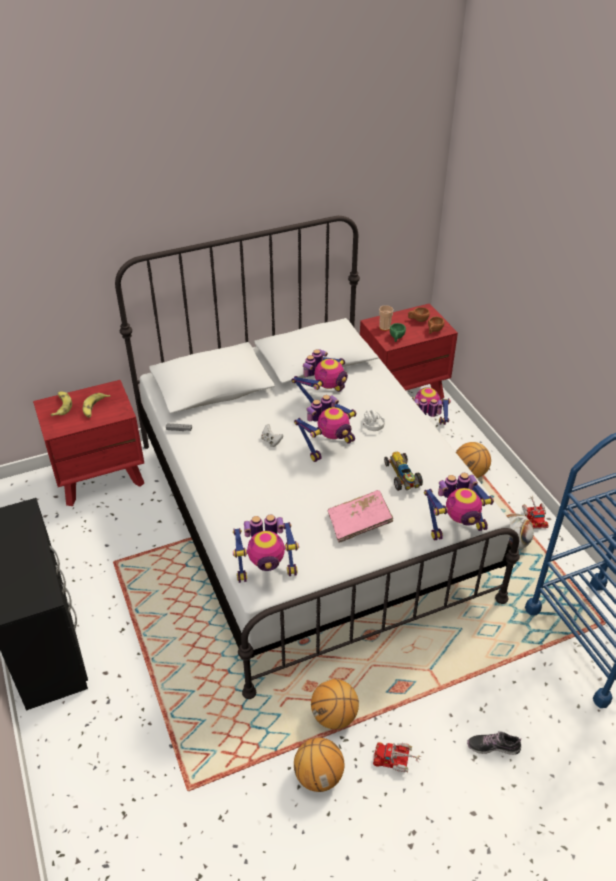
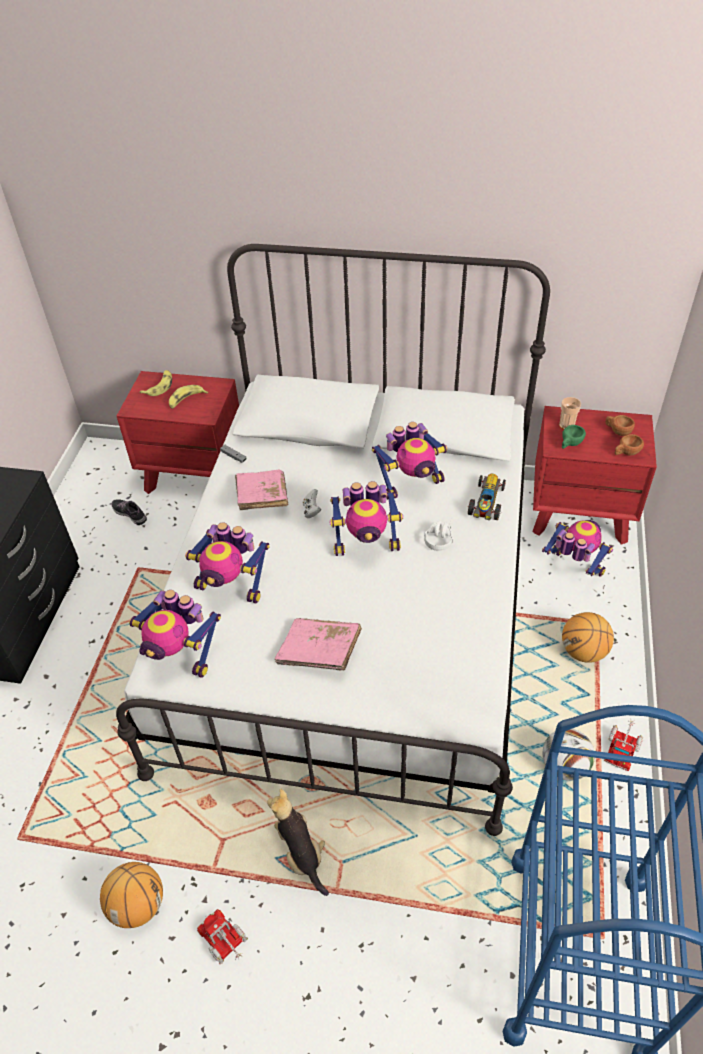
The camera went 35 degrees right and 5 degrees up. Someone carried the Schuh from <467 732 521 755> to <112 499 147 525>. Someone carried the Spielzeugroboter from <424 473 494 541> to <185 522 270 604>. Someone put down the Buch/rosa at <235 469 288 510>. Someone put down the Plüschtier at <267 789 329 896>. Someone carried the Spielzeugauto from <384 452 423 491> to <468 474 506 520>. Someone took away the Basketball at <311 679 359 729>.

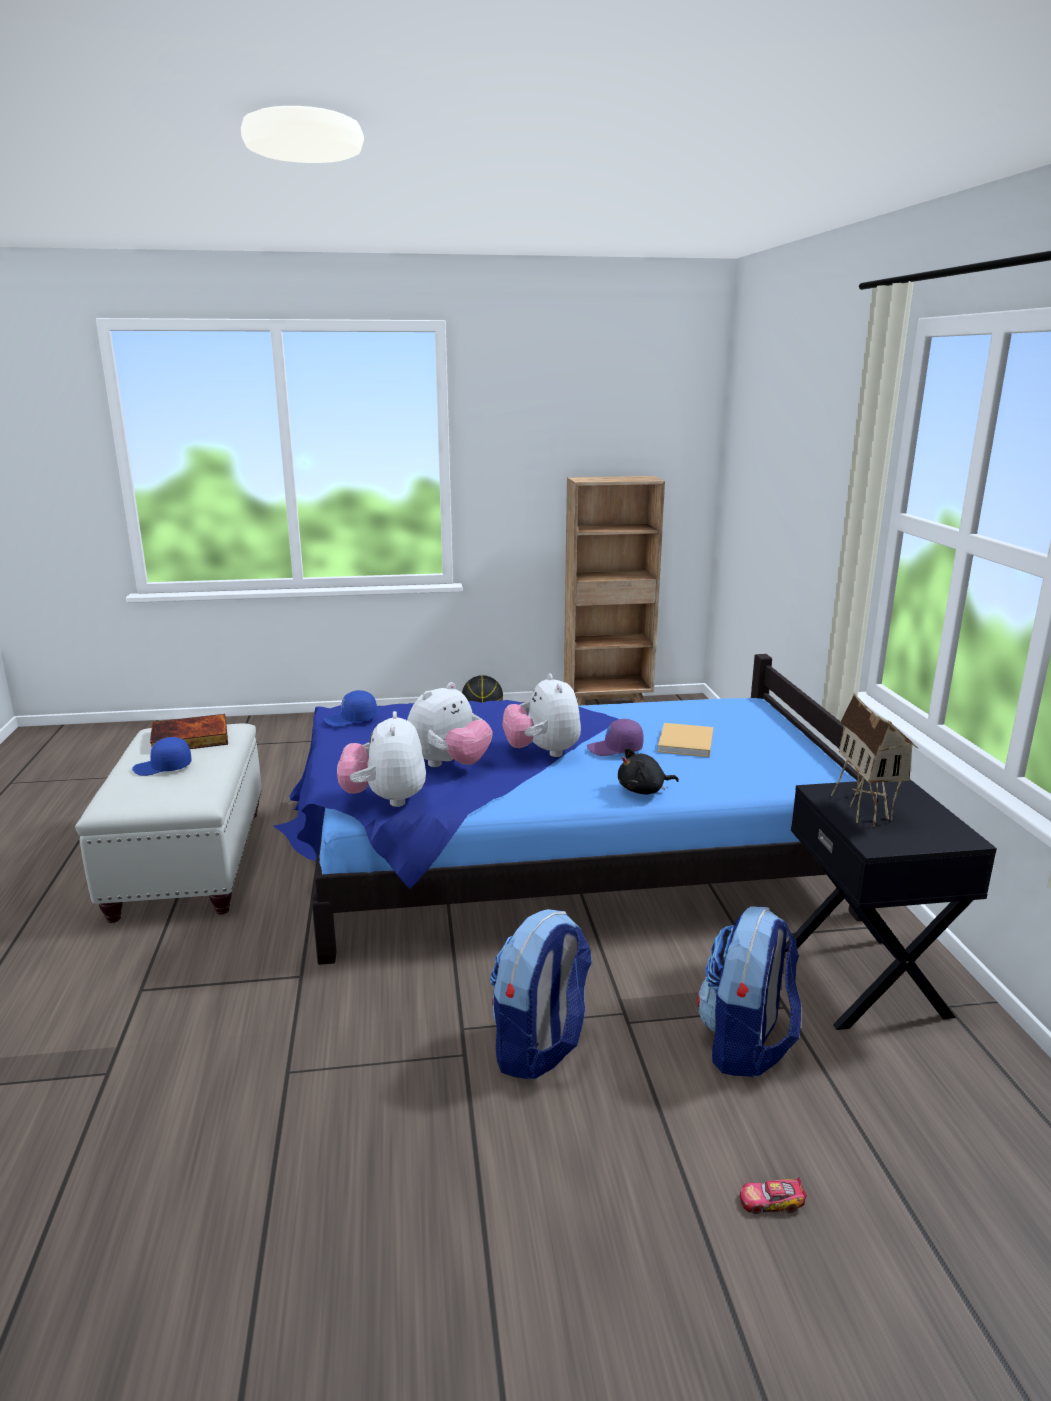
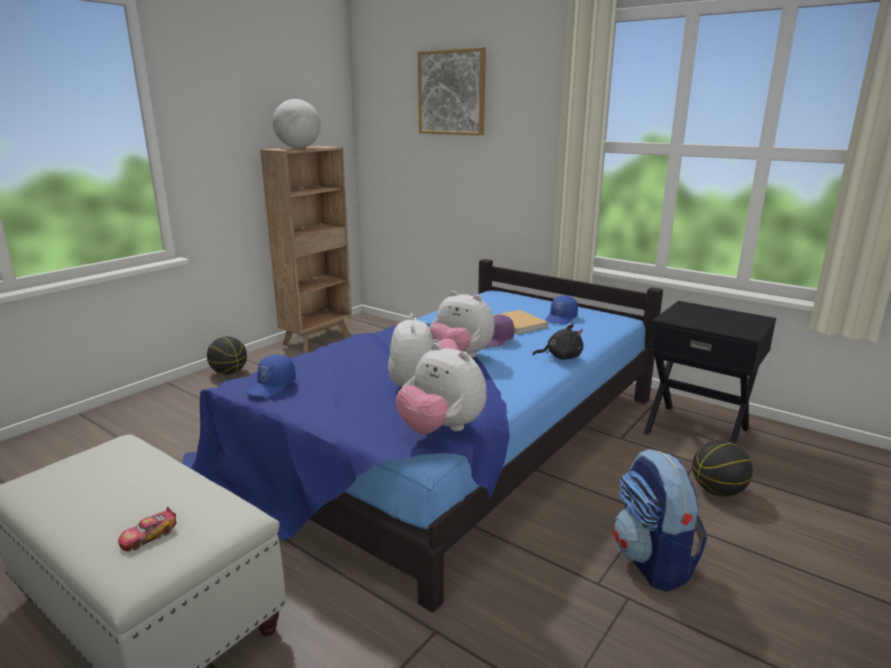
The camera went 45 degrees left and 0 degrees up. Someone carried the Spielzeugauto from <740 1177 807 1214> to <118 507 177 551>. Someone put down the Globus at <273 99 321 148>. Someone put up the Bild at <418 47 486 136>. Someone rotated the Plüschtier/schwarz at <618 748 679 794> by 120 degrees counterclockwise. Someone carried the Kappe/blau from <132 737 191 776> to <545 295 578 325>. Someone swapped the Rucksack at <697 906 801 1077> for the Basketball at <692 440 753 497>. Someone took away the Buch at <150 714 228 749>. Someone took away the Spielzeughaus at <831 692 918 827>.

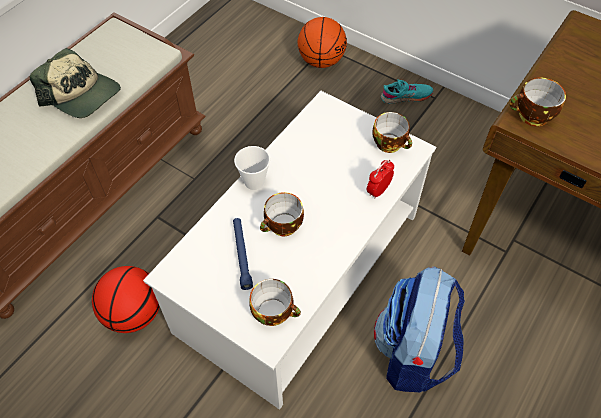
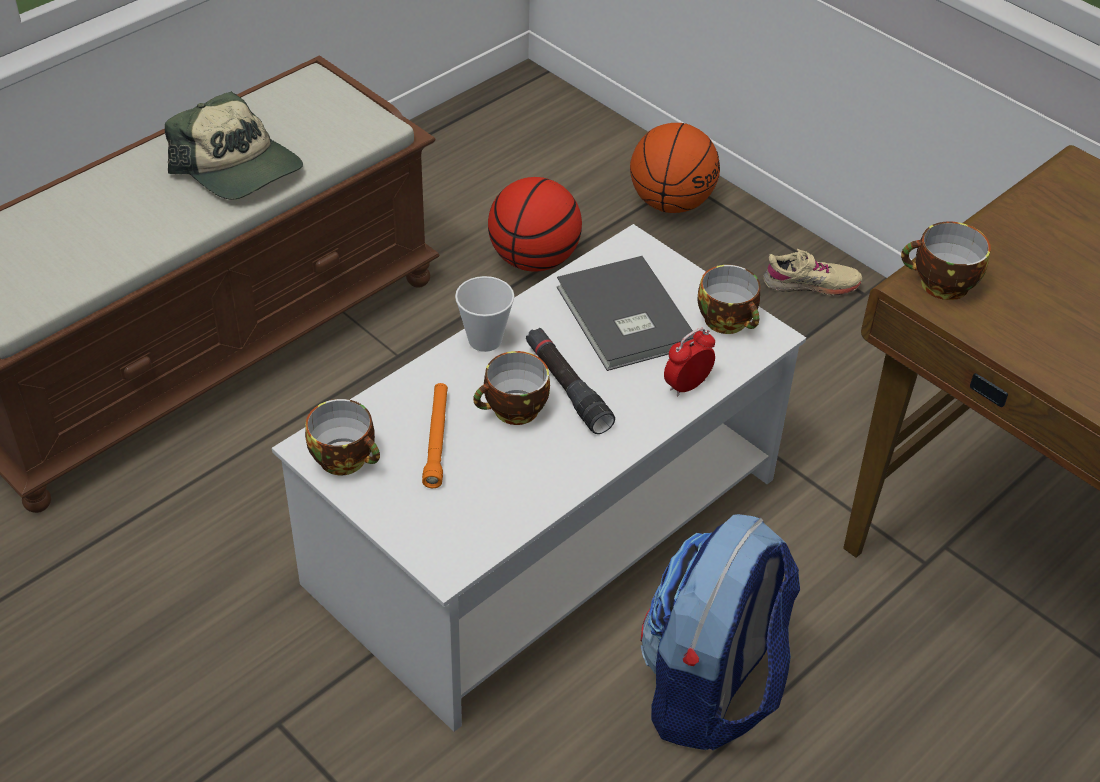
The camera went 10 degrees right and 10 degrees down. Someone carried the Tasse from <249 279 301 326> to <305 399 380 475>. Someone repainted the Taschenlampe/blau at <233 218 253 290>, which became the Taschenlampe/orange at <422 383 448 488>. Someone carried the Basketball from <92 266 160 333> to <488 177 582 272>. Someone put down the Taschenlampe/schwarz at <526 328 615 434>. Someone put down the Buch/grau at <557 256 695 371>. Someone repainted the Schuh/türkis at <381 79 433 104>, which became the Schuh/beige at <764 249 862 295>.

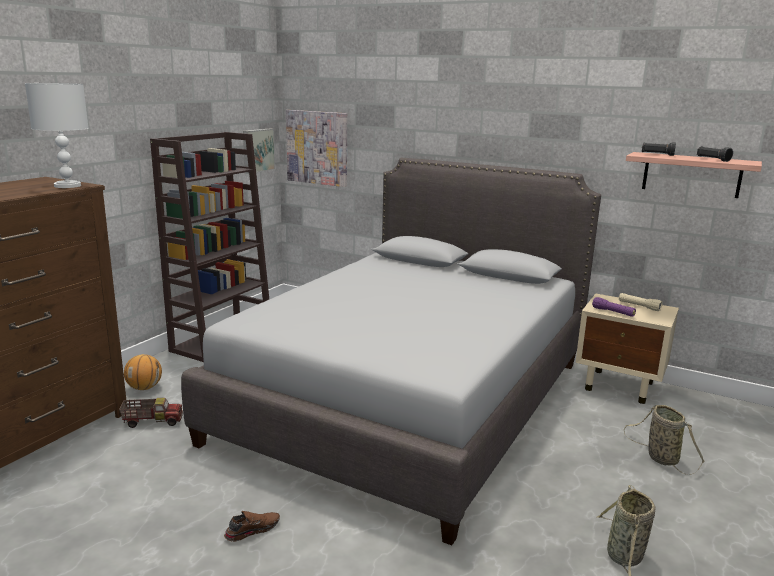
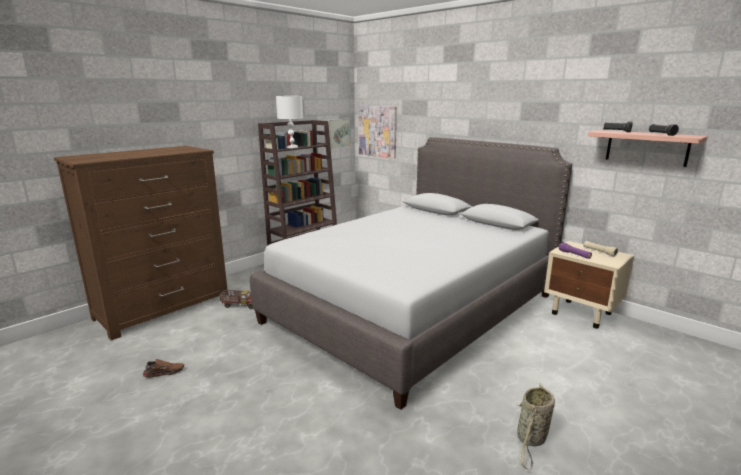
The camera went 15 degrees right and 0 degrees up. Someone carried the Schuh/braun from <224 511 280 542> to <143 359 184 378>. Someone carried the Tischlampe/weiß from <25 83 88 188> to <276 96 303 148>. Someone took away the Basketball at <124 354 162 390>. Someone took away the Korb at <624 405 704 475>.

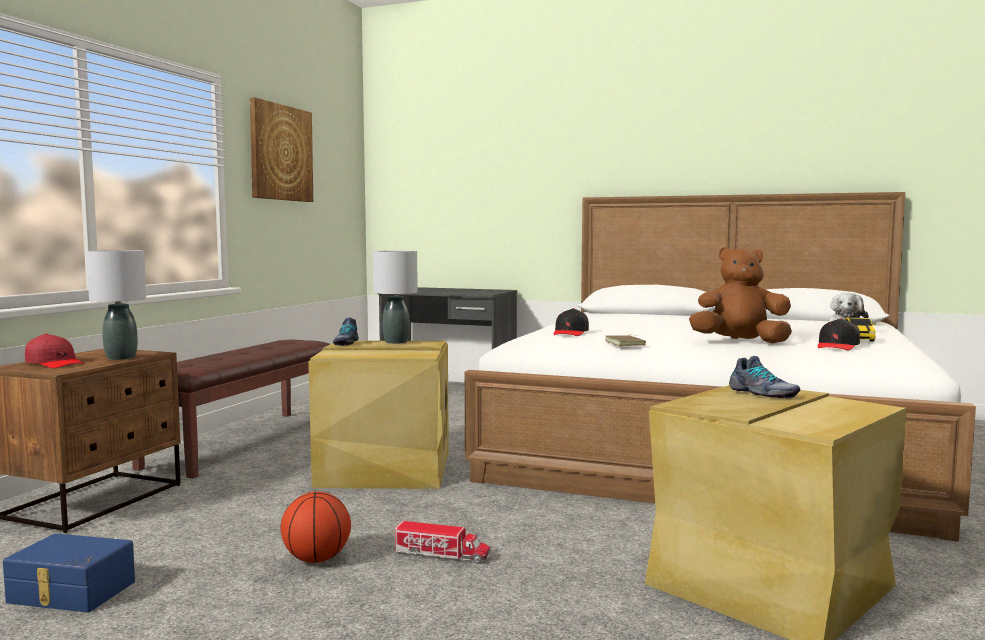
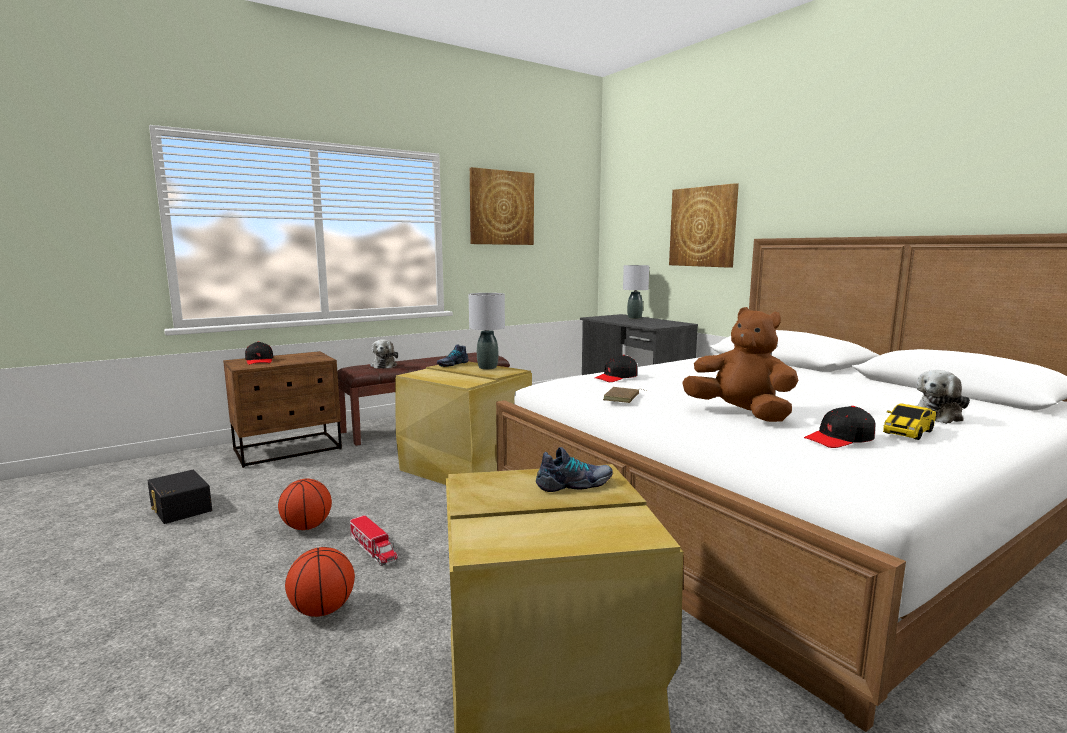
The camera went 35 degrees right and 5 degrees up. Someone repainted the Aufbewahrungsbox/blau at <3 533 135 613>, which became the Aufbewahrungsbox/schwarz at <148 470 212 524>. Someone repainted the Kappe/rot at <25 334 84 368>, which became the Kappe/schwarz at <245 341 273 365>. Someone put down the Basketball at <285 547 355 617>. Someone put down the Plüschtier at <371 339 398 369>. Someone rotated the Schuh at <729 356 800 398> by 105 degrees counterclockwise. Someone carried the Tischlampe/grau from <86 250 146 360> to <623 265 649 319>. Someone put up the Bild at <669 183 739 268>.

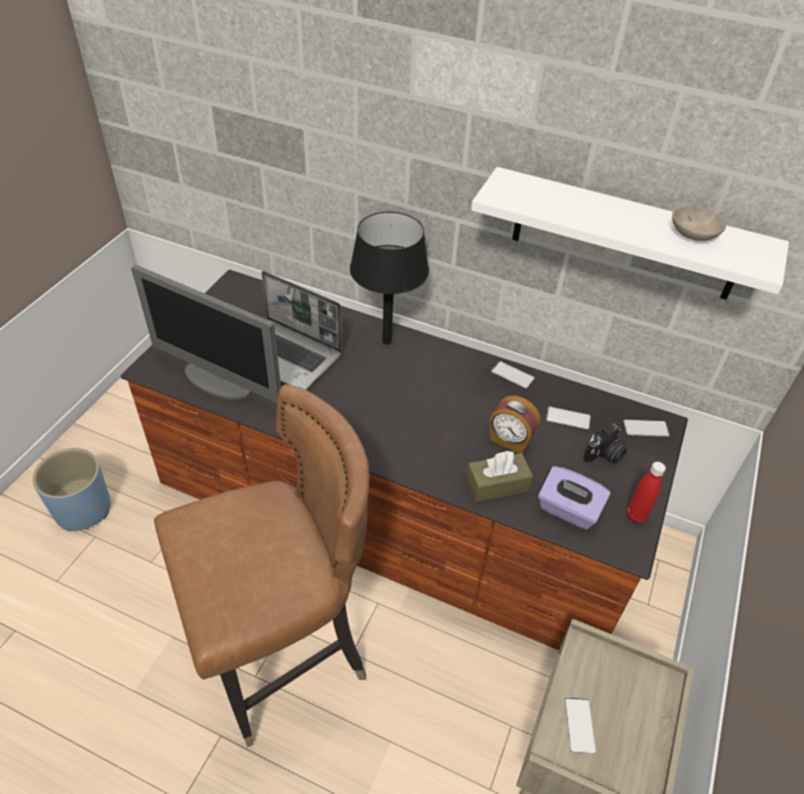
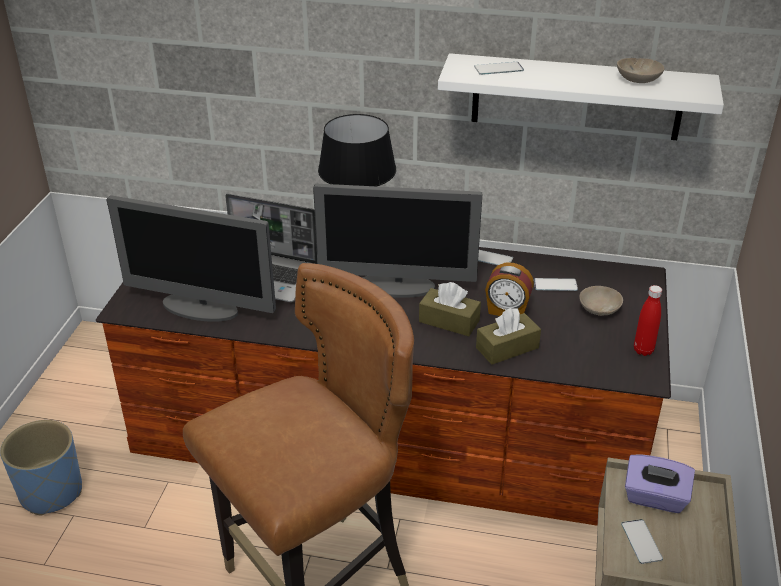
The camera went 10 degrees left and 10 degrees down. Someone put down the Monitor at <313 184 482 298>. Someone put down the Taschentuchbox/braun at <419 282 481 336>. Someone carried the Handy from <623 420 670 437> to <474 62 524 75>. Someone swapped the Kamera at <583 423 627 464> for the Schüssel/beige at <580 286 623 316>. Someone carried the Taschentuchbox/lila from <538 466 611 530> to <625 454 695 513>.

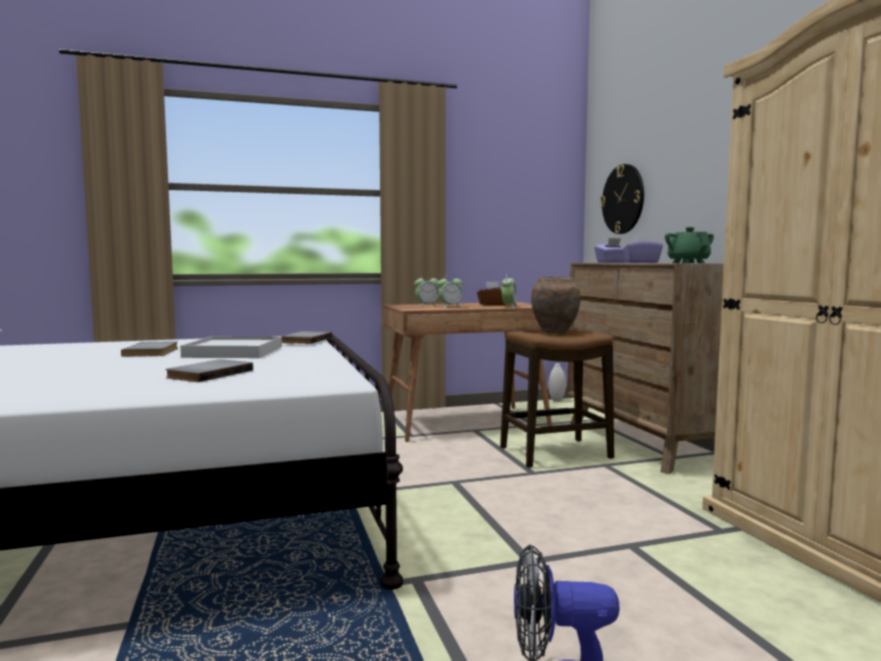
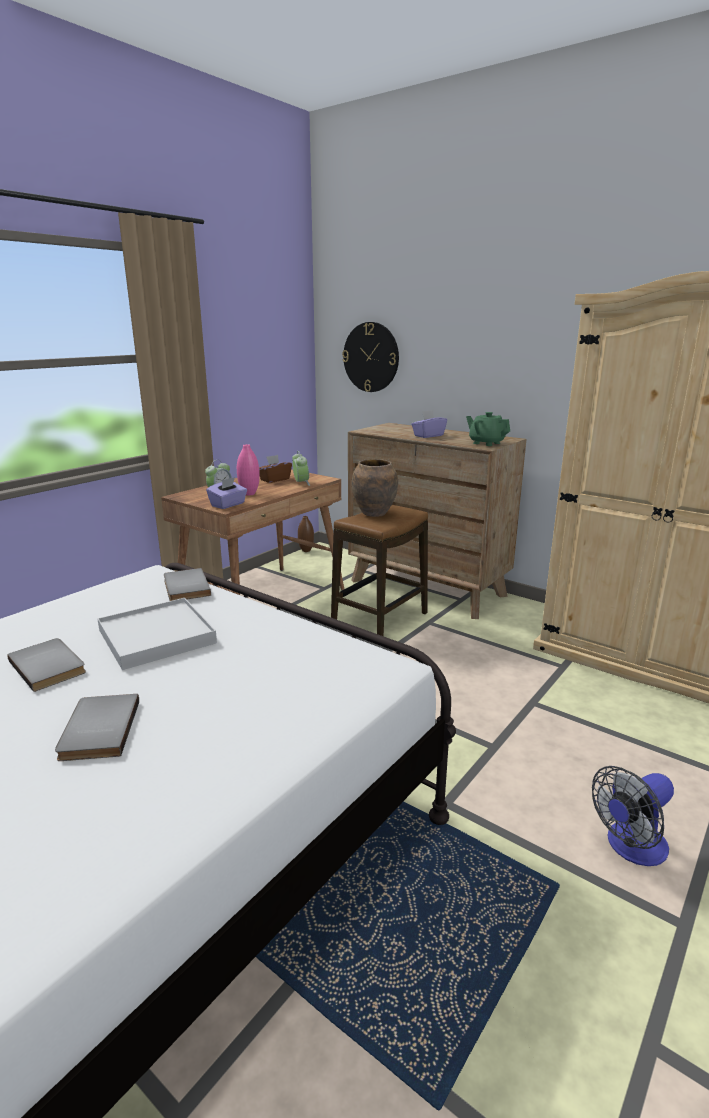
The camera went 35 degrees left and 15 degrees up. Someone carried the Buch/grau from <165 359 253 382> to <55 694 139 761>. Someone carried the Taschentuchbox/lila from <595 238 626 263> to <206 477 247 509>. Someone swapped the Wecker at <437 274 463 308> for the Vase/rosa at <237 444 260 495>. Someone repainted the Vase/weiß at <549 363 566 402>, which became the Vase/braun at <298 516 314 552>.

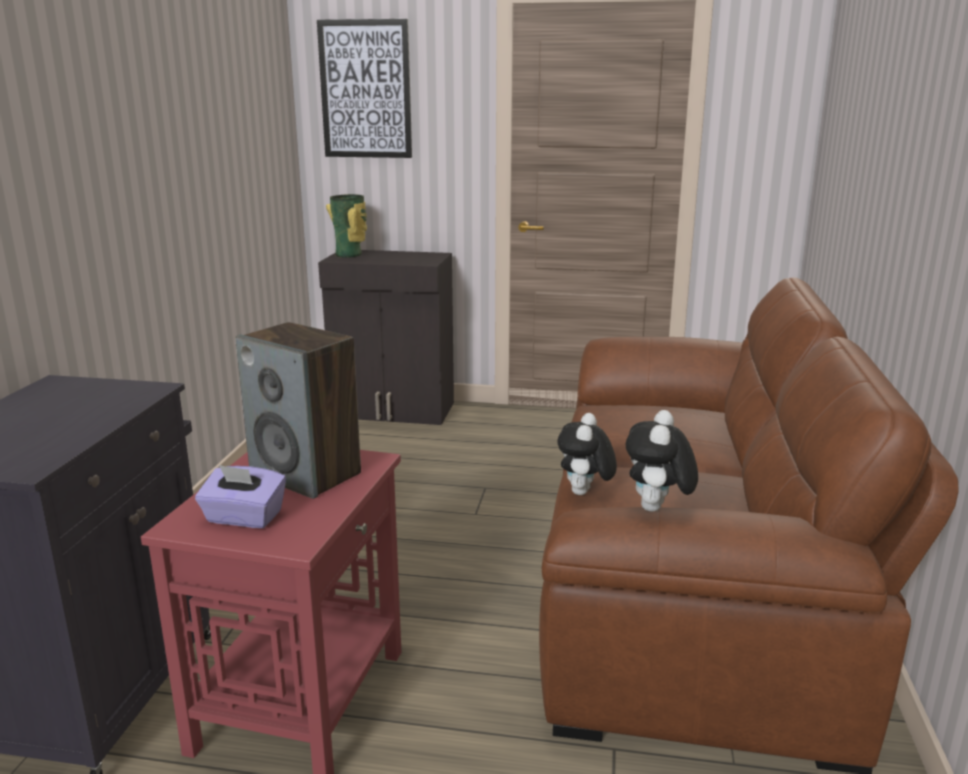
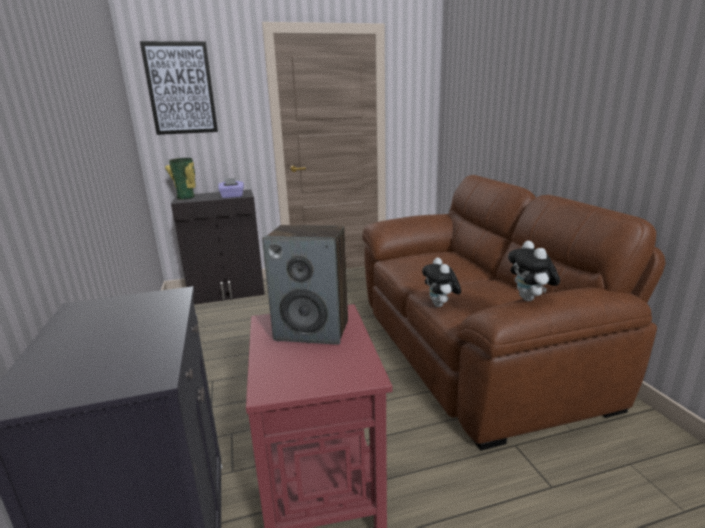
The camera went 25 degrees left and 0 degrees up. Someone carried the Taschentuchbox/lila from <195 465 286 528> to <218 178 244 198>.

